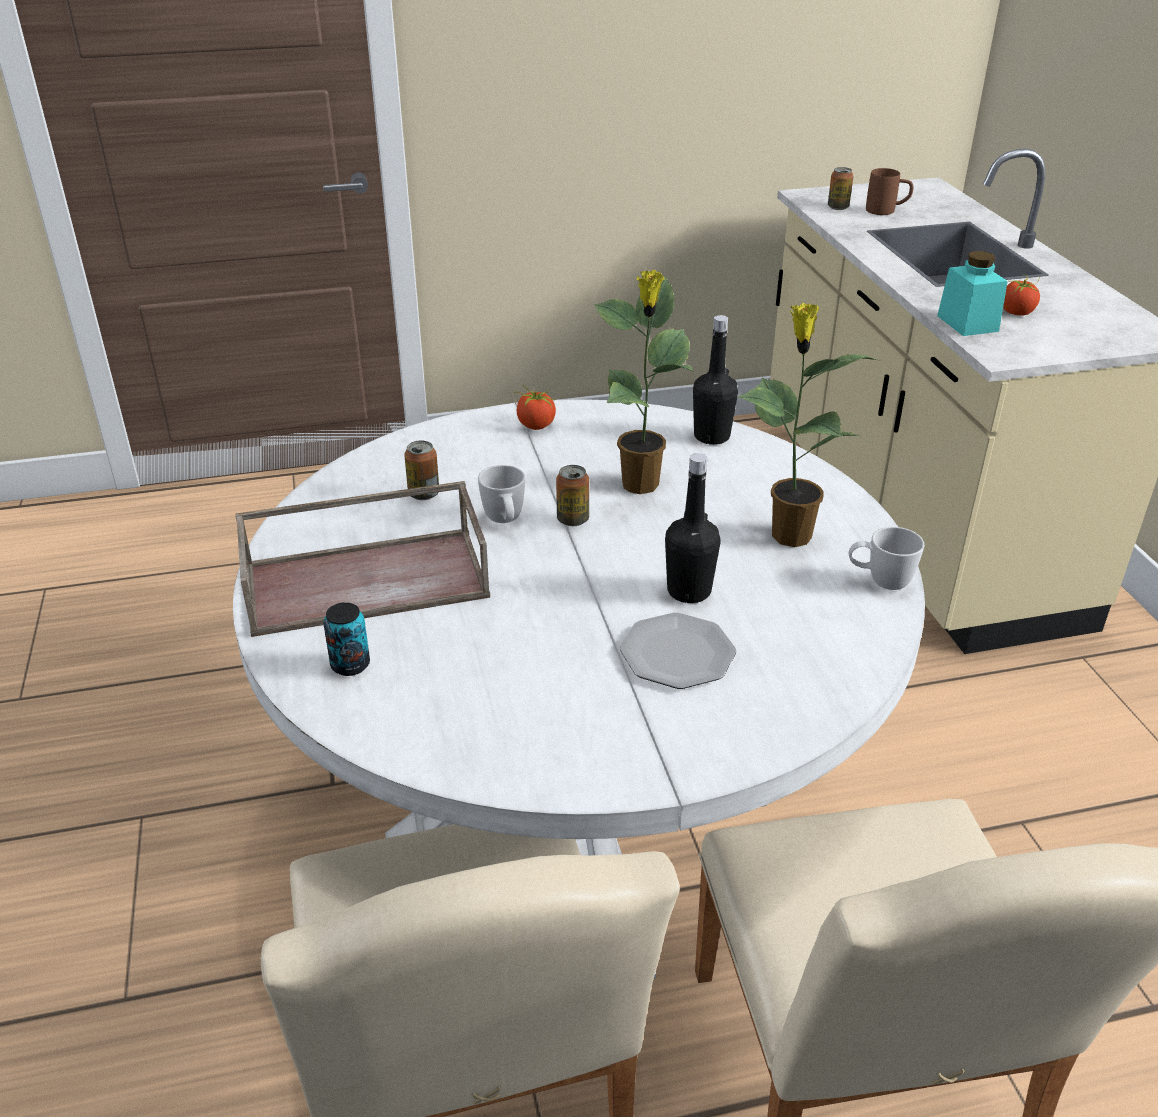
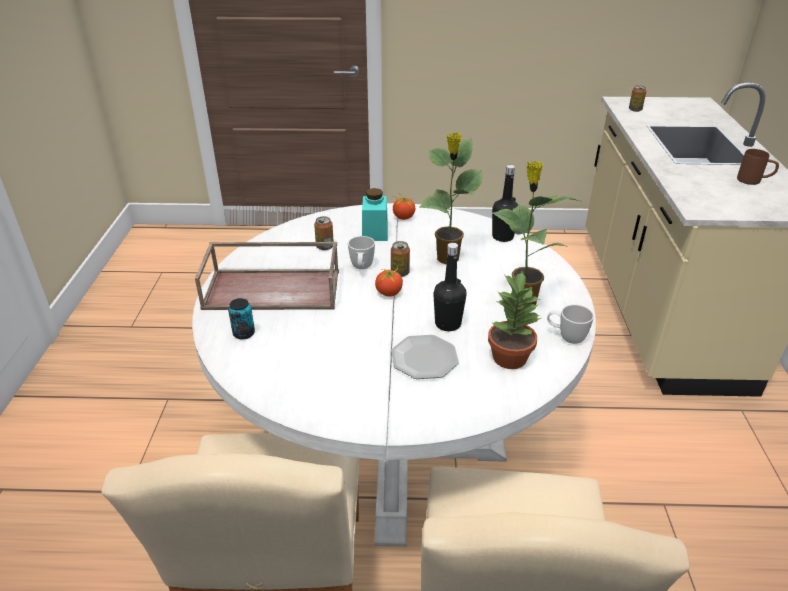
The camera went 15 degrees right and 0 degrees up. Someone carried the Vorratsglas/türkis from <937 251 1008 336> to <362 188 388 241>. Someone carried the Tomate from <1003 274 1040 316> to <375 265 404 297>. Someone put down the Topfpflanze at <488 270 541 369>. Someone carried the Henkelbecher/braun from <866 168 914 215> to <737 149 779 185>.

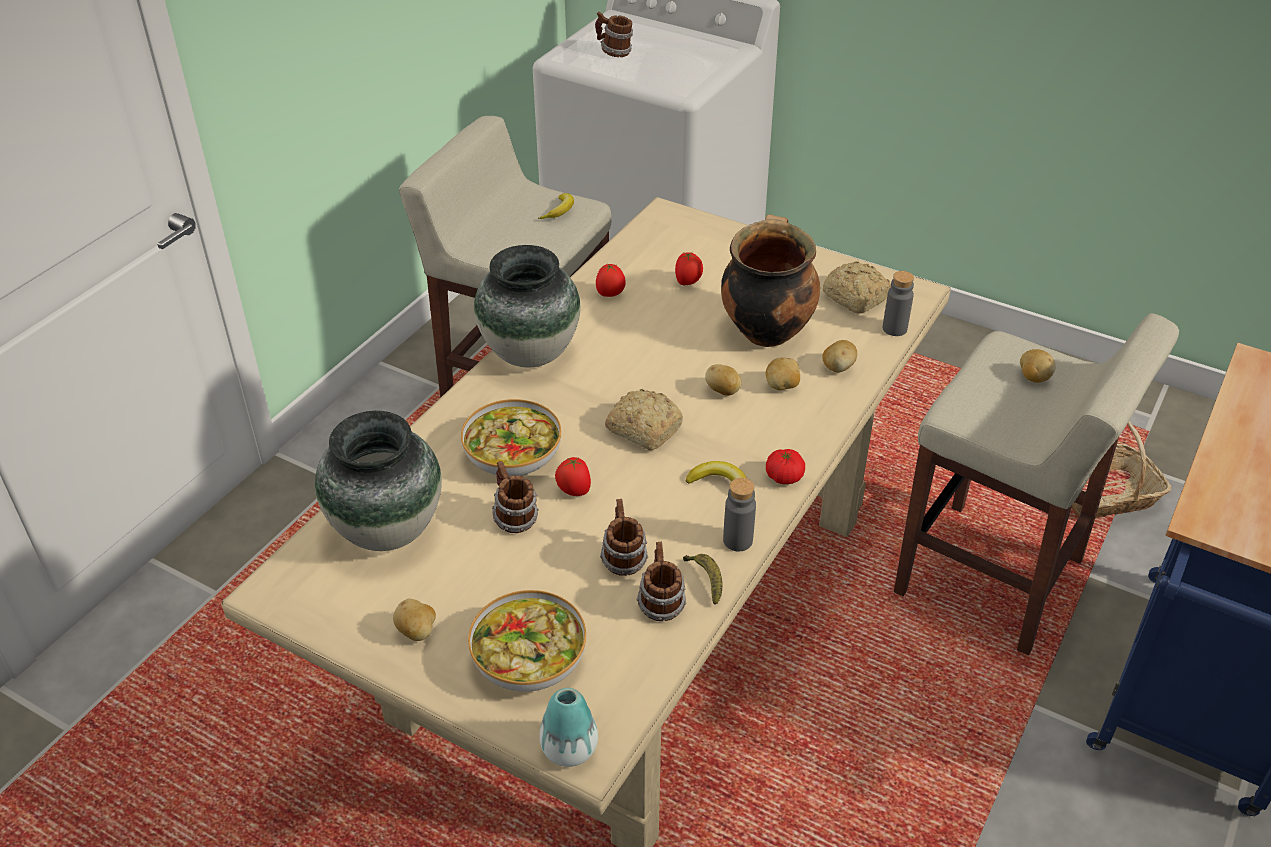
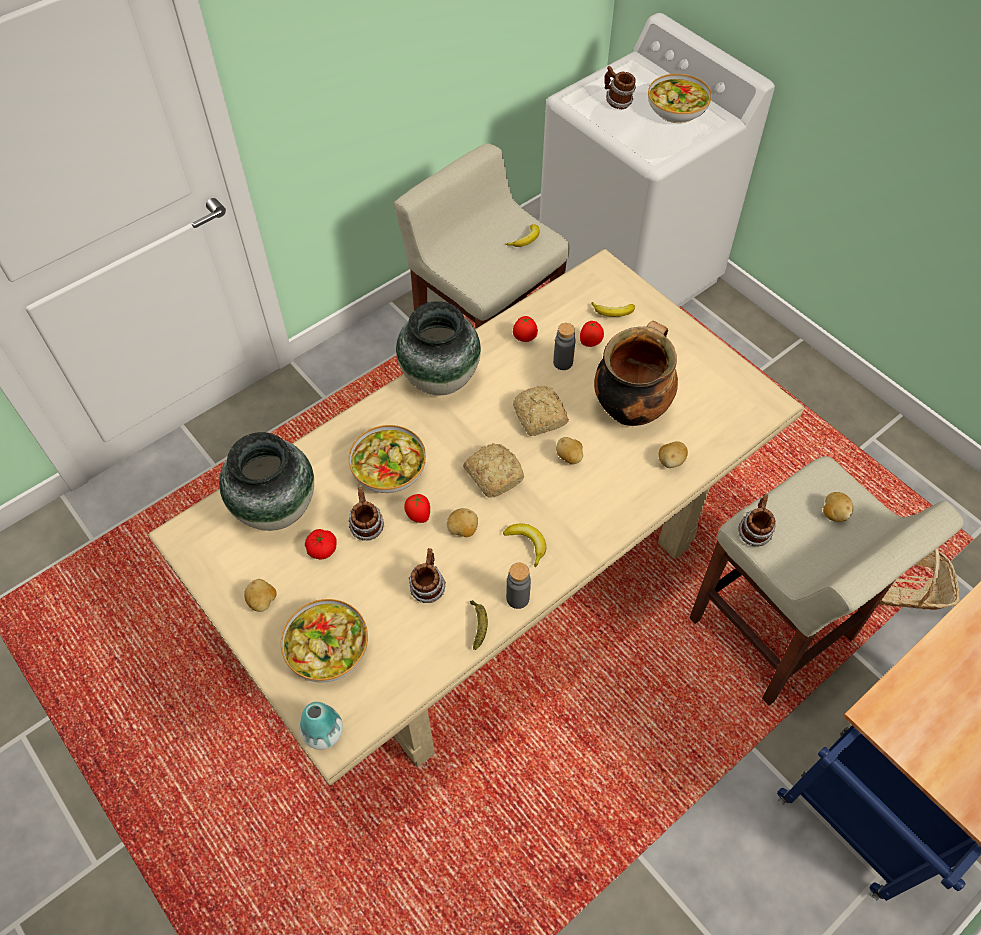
The camera went 20 degrees right and 15 degrees up. Someone carried the Tomate from <766 449 805 484> to <305 529 337 559>. Someone carried the Kartoffel from <766 357 800 390> to <447 508 478 537>. Someone carried the Brot from <823 261 891 313> to <513 386 569 436>. Someone carried the Flasche/grau from <883 271 914 336> to <553 323 575 370>. Someone put down the Banane at <591 302 635 317>. Someone put down the Schüssel at <648 74 712 123>. Someone carried the Henkelbecher from <636 542 686 621> to <738 494 776 546>.

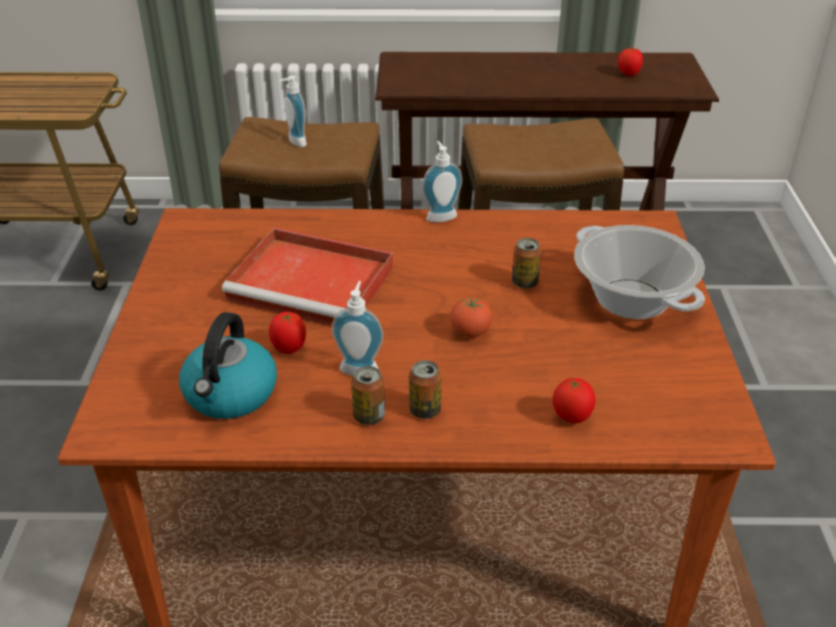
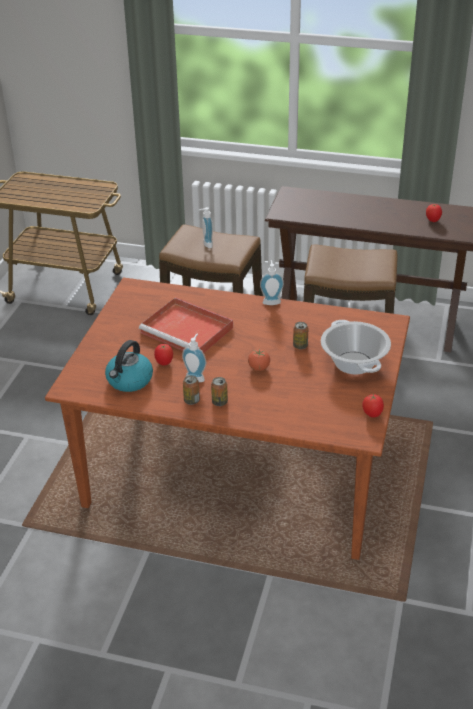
The camera went 15 degrees right and 0 degrees up. Someone carried the Tomate from <553 378 596 423> to <362 394 384 417>.

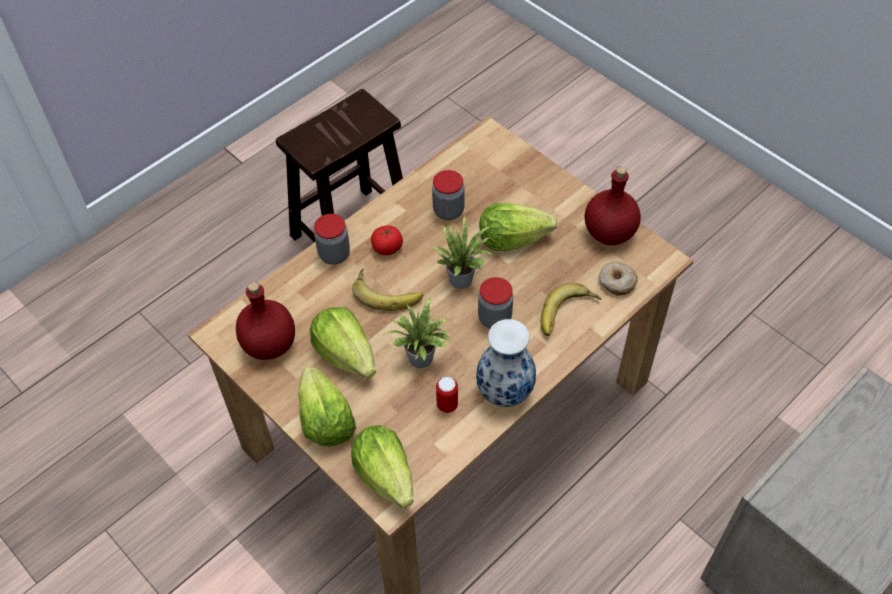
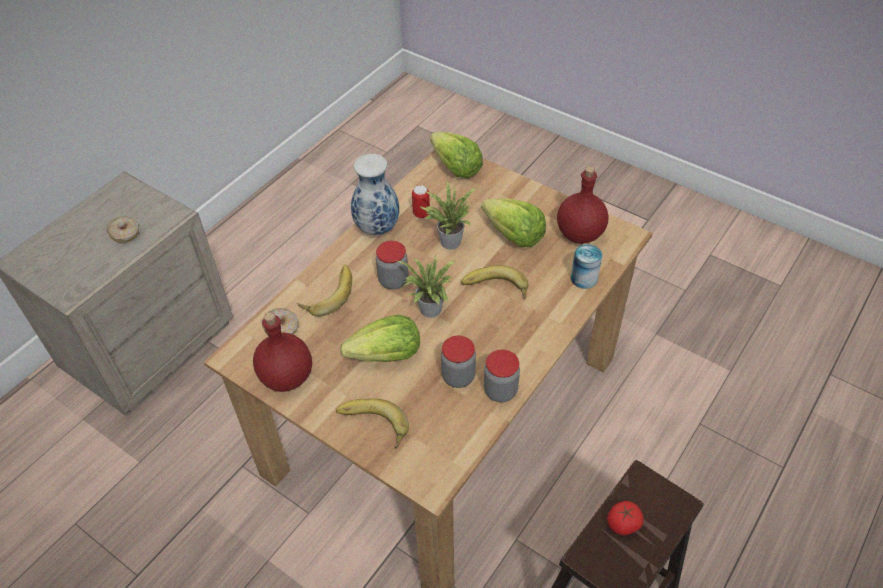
The camera went 170 degrees right and 5 degrees down. Someone put down the Donut at <107 216 139 243>. Someone put down the Banane at <336 398 409 449>. Someone carried the Vorratsglas from <314 214 350 265> to <484 350 520 402>. Someone put down the Dose at <571 244 602 289>. Someone carried the Tomate from <371 226 403 255> to <607 501 644 535>. Someone took away the Salatkopf at <298 367 356 447>.

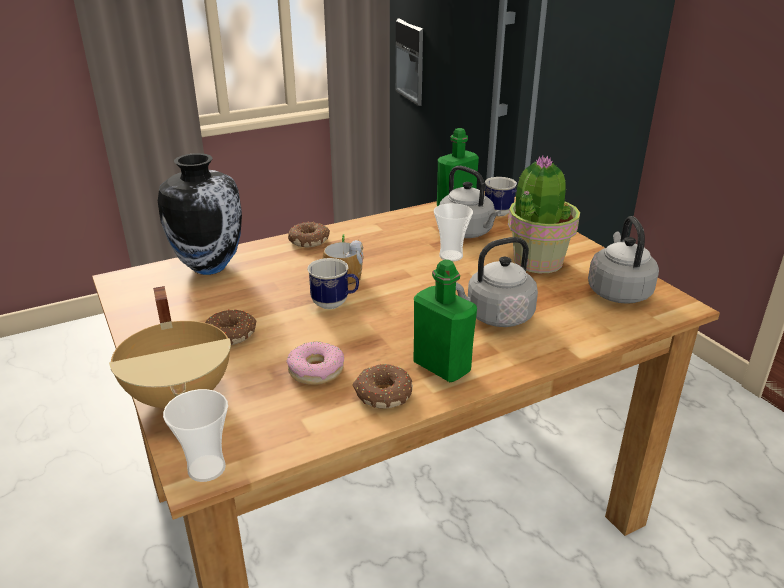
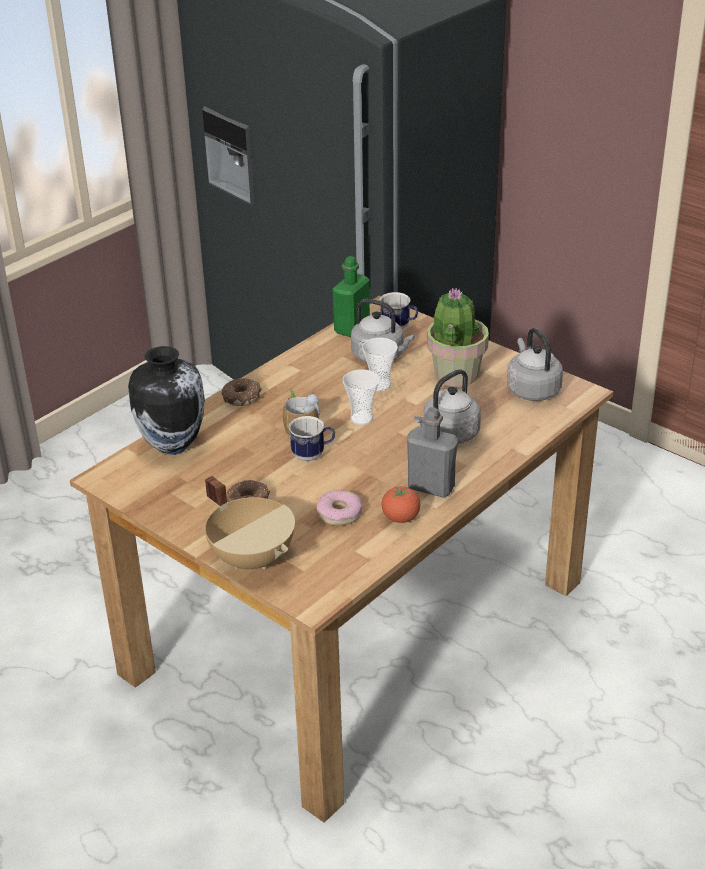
The camera went 20 degrees left and 5 degrees up. Someone carried the Tasse from <163 389 228 482> to <342 369 380 425>. Someone swapped the Donut at <352 364 413 409> for the Tomate at <381 486 420 523>. Someone repainted the Flasche/grün at <413 260 477 382>, which became the Flasche/grau at <407 407 458 498>.

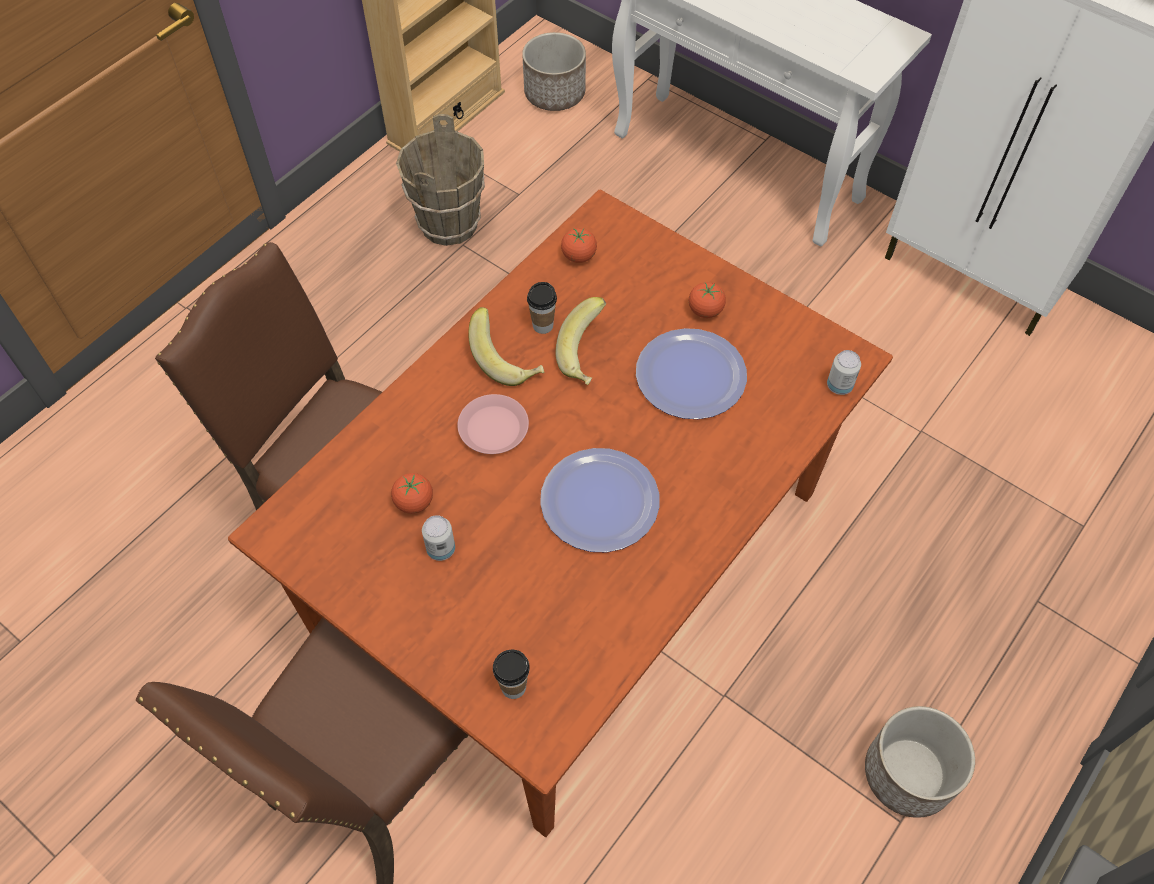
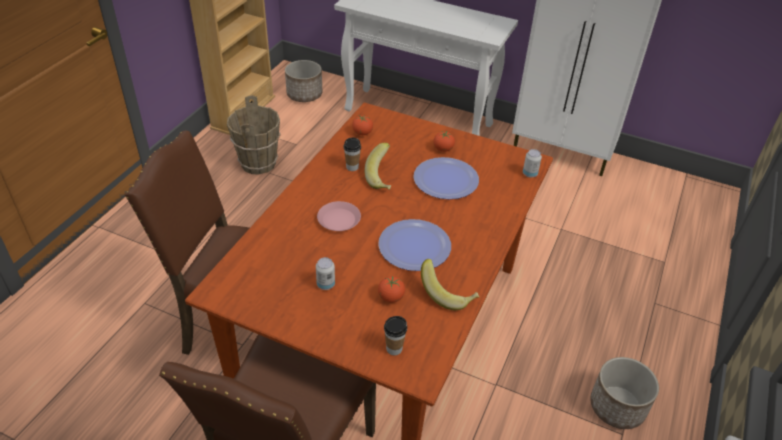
The camera went 15 degrees left and 15 degrees down. Someone carried the Tomate from <391 473 433 514> to <378 276 405 303>. Someone carried the Banane from <468 307 544 386> to <421 259 479 310>.

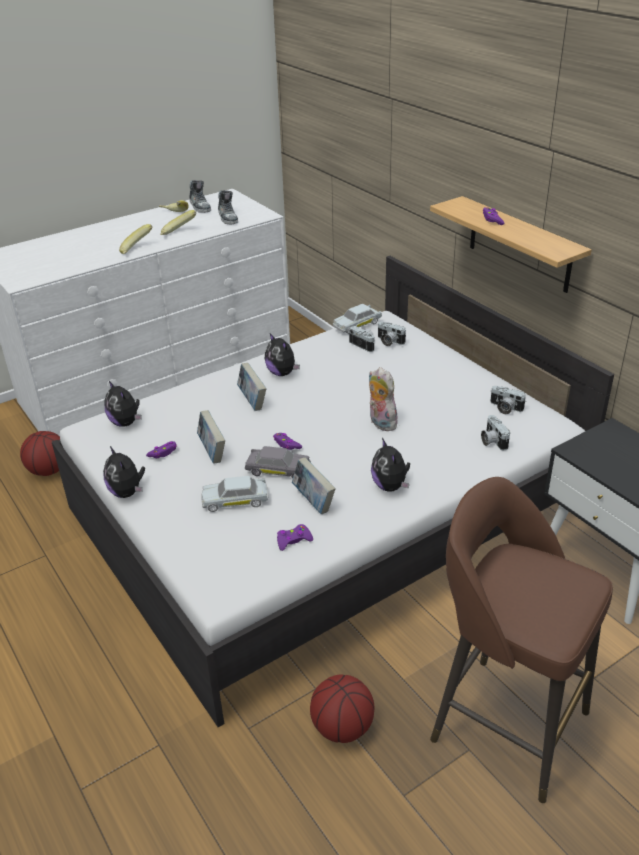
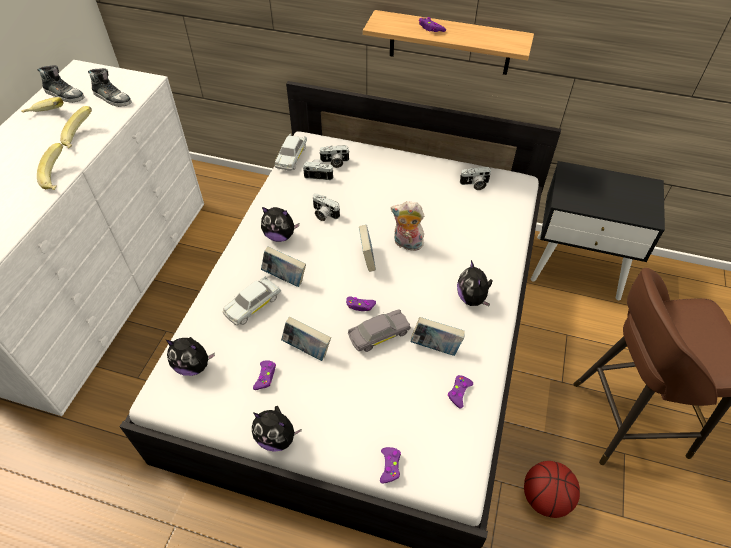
The camera went 40 degrees left and 15 degrees up. Someone carried the Spielzeugauto/weiß from <201 476 269 512> to <223 276 281 325>. Someone carried the Kamera from <481 415 510 450> to <313 193 340 221>. Someone put down the Buch at <359 225 376 272>. Someone put down the Gamepad/lila at <380 447 401 484>. Someone rotated the Plüschtier at <371 438 410 492> by 45 degrees clockwise. Someone took away the Basketball at <20 431 60 476>.

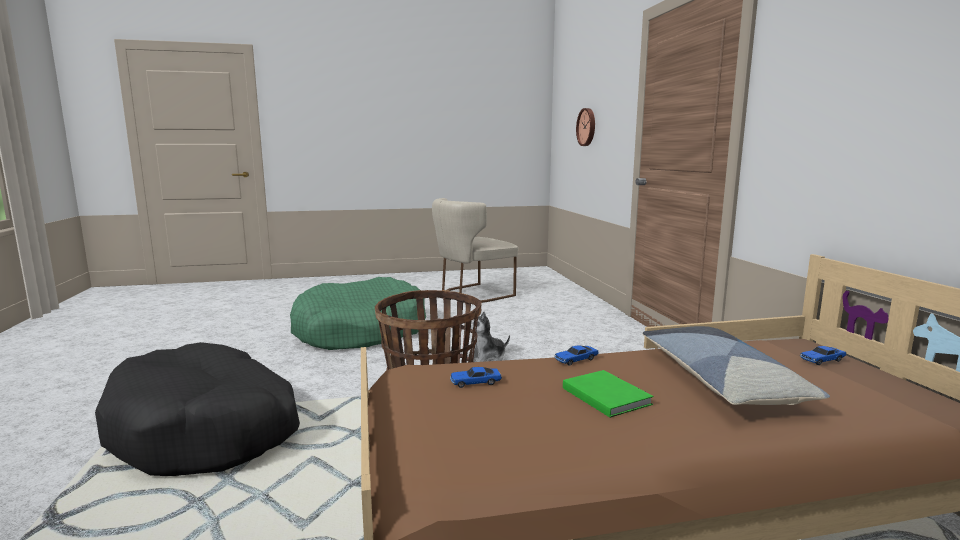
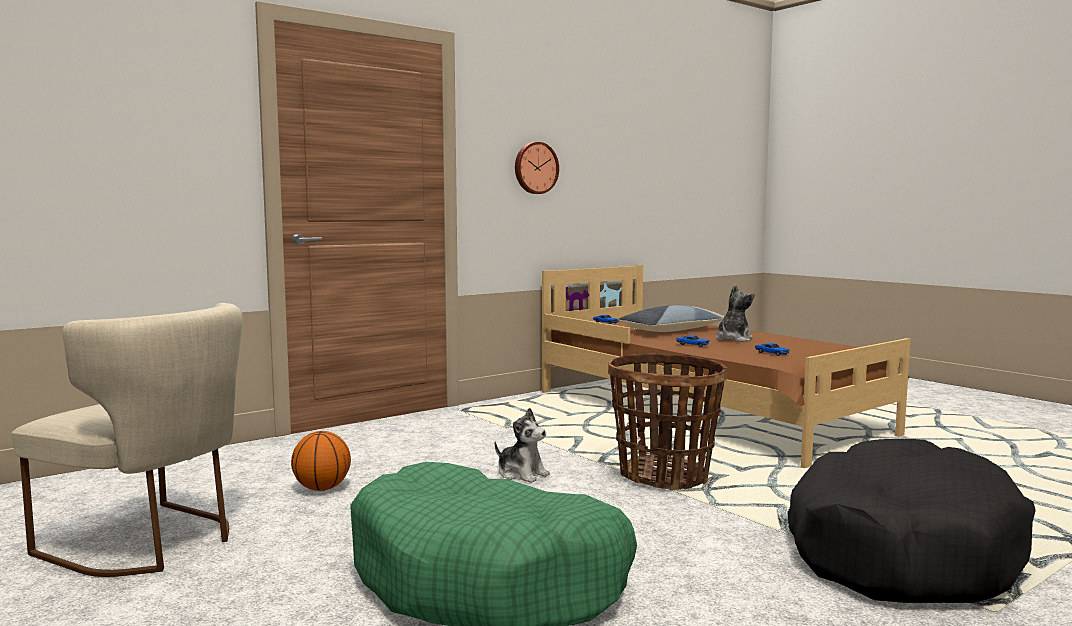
The camera went 115 degrees left and 5 degrees down. Someone put down the Basketball at <291 431 351 491>. Someone carried the Wanduhr from <576 108 595 146> to <515 142 559 194>. Someone swapped the Buch/grün at <563 370 654 418> for the Plüschtier at <716 284 755 342>.

